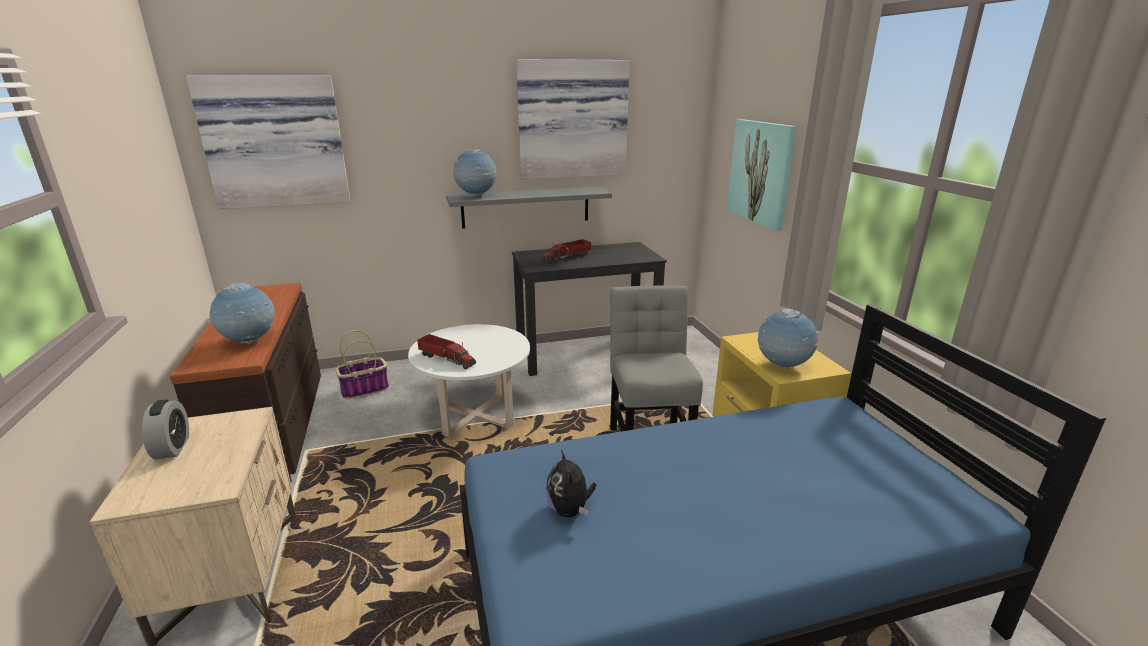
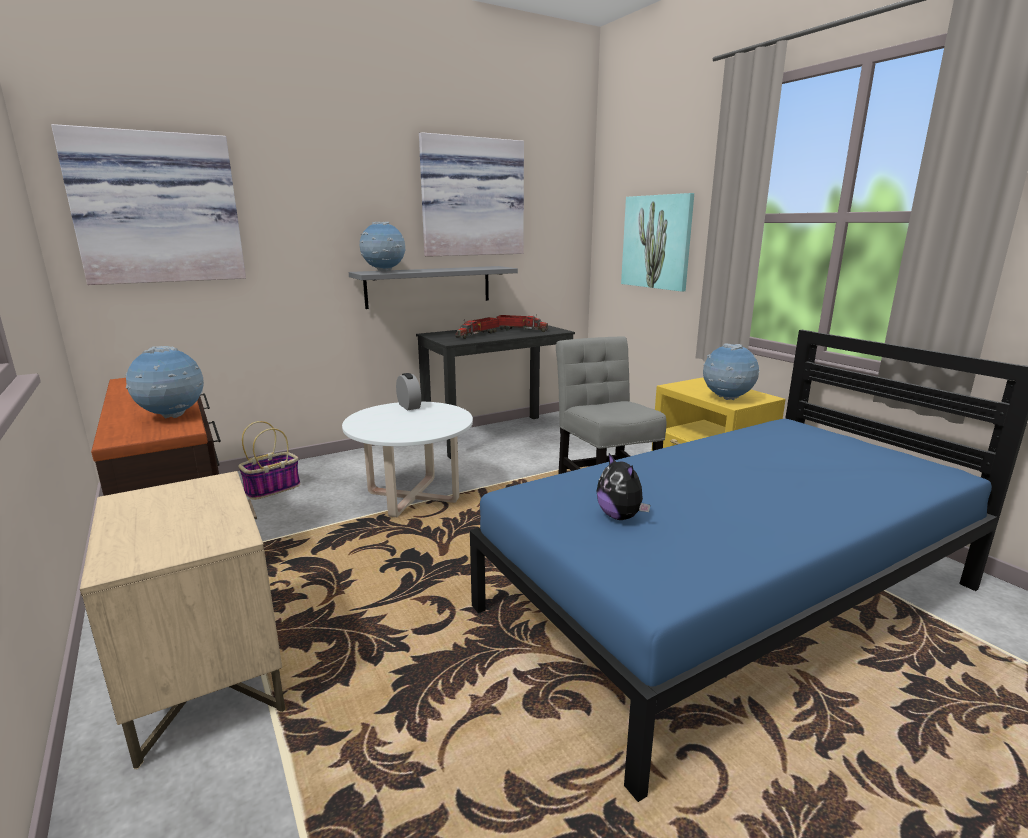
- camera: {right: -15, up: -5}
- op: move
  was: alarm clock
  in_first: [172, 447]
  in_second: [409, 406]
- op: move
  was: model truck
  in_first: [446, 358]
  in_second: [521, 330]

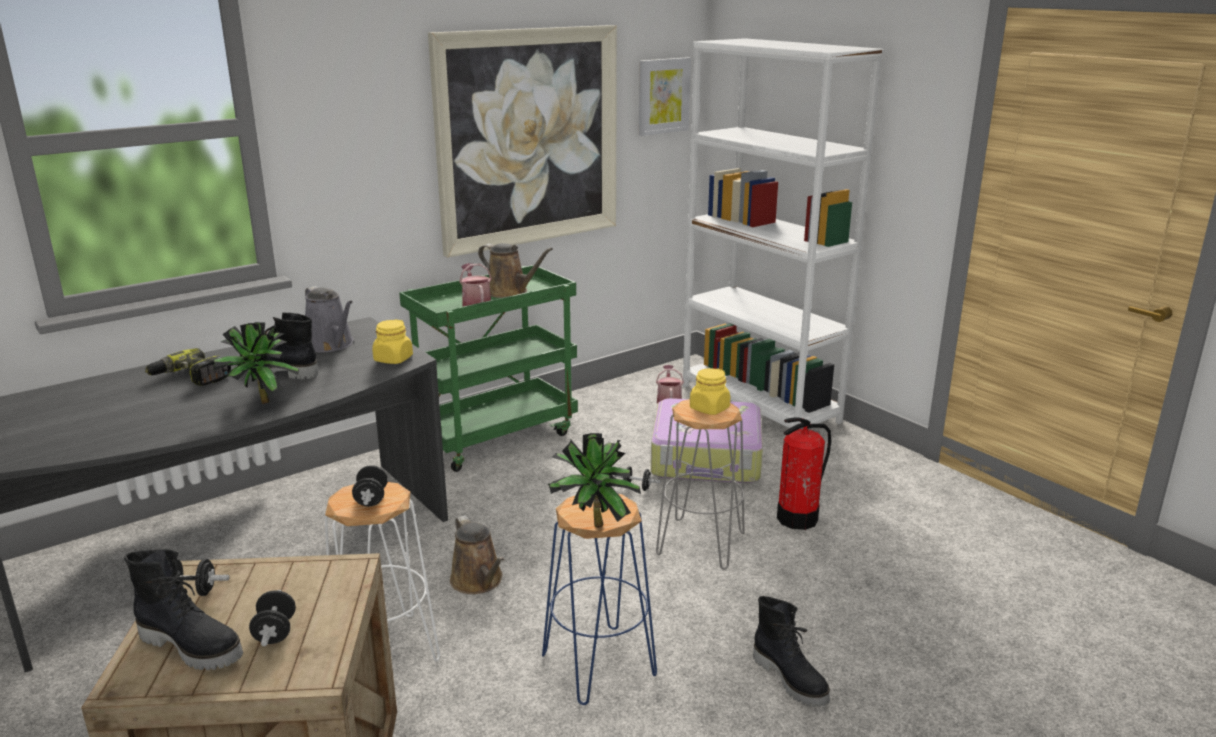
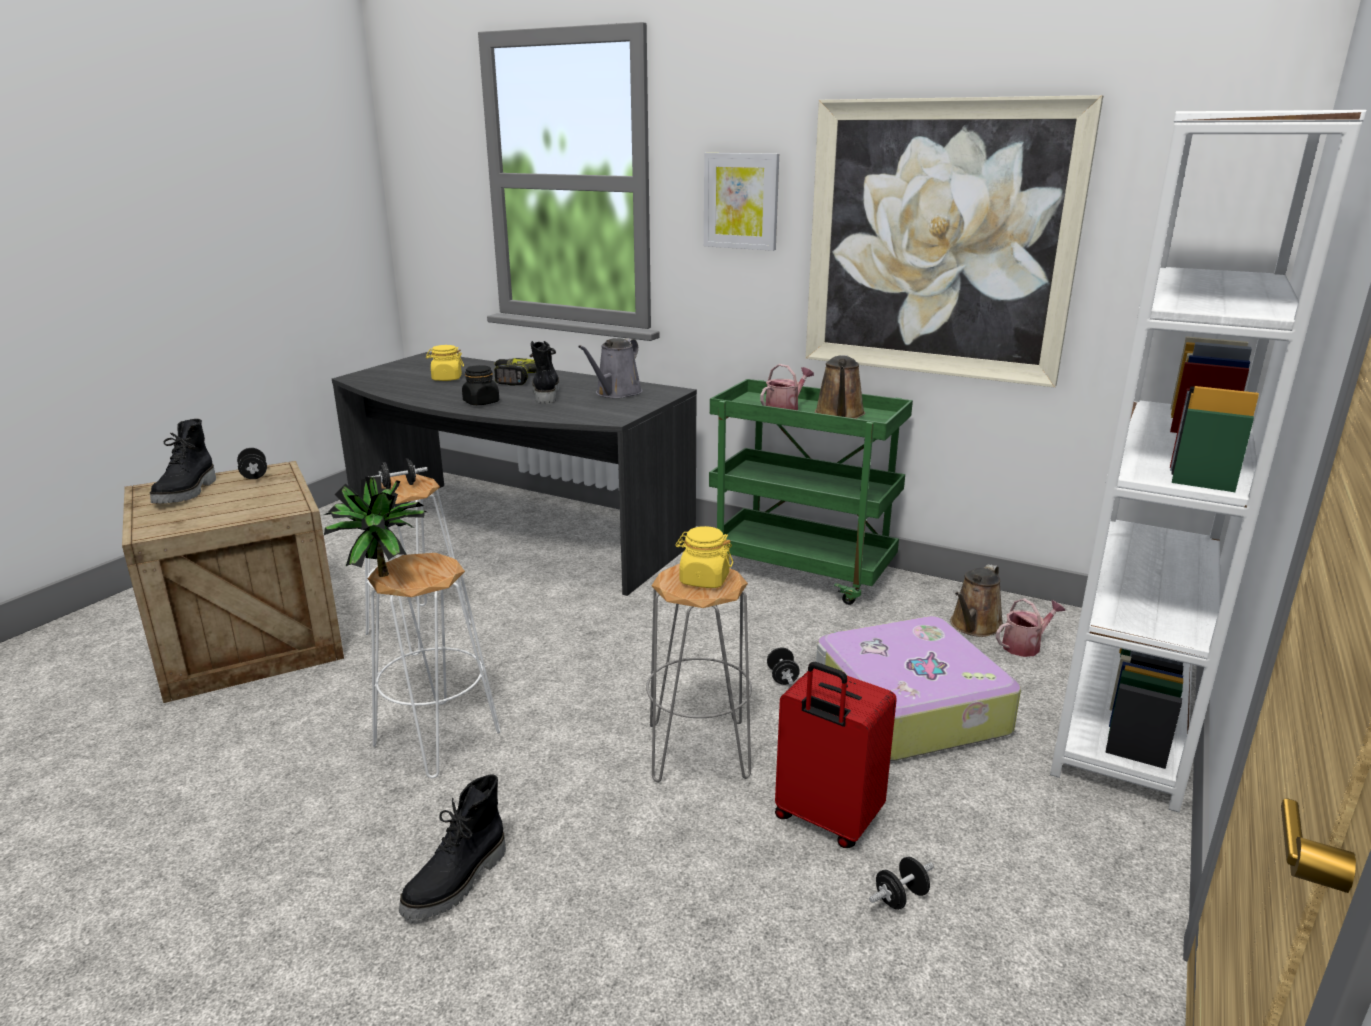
- camera: {right: 65, up: 0}
- op: move
  was: hand weight (black)
  in_first: [275, 632]
  in_second: [900, 897]
- op: move
  was: jar (yellow)
  in_first: [393, 359]
  in_second: [446, 378]
- op: move
  was: sprinkling can (brown-coloured)
  in_first: [479, 581]
  in_second: [974, 626]
- op: move
  was: wall art
  in_first: [663, 96]
  in_second: [741, 201]
- op: replace
  was: plant in a pot
  now: jar (black)
  in_first: [259, 403]
  in_second: [481, 402]
- op: replace
  was: fire-fighting cylinder
  now: piece of luggage (reddish)
  in_first: [798, 518]
  in_second: [826, 820]
- op: recolor
  was: sitting stool (blue-coloured)
  now: sitting stool (white)
  in_first: [599, 664]
  in_second: [438, 739]

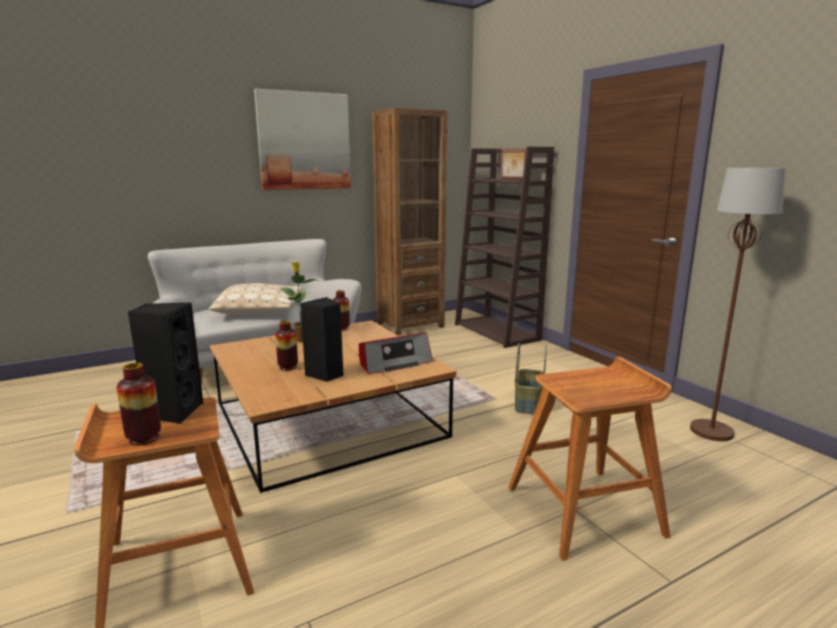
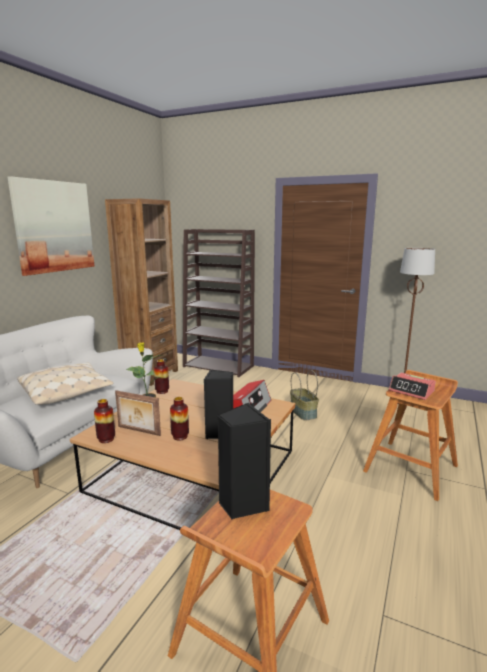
- camera: {right: -35, up: 0}
- op: insert
  now: alarm clock
  in_second: [411, 391]
- op: move
  was: vase
  in_first: [144, 438]
  in_second: [106, 439]
- op: move
  was: photo frame
  in_first: [513, 180]
  in_second: [138, 431]

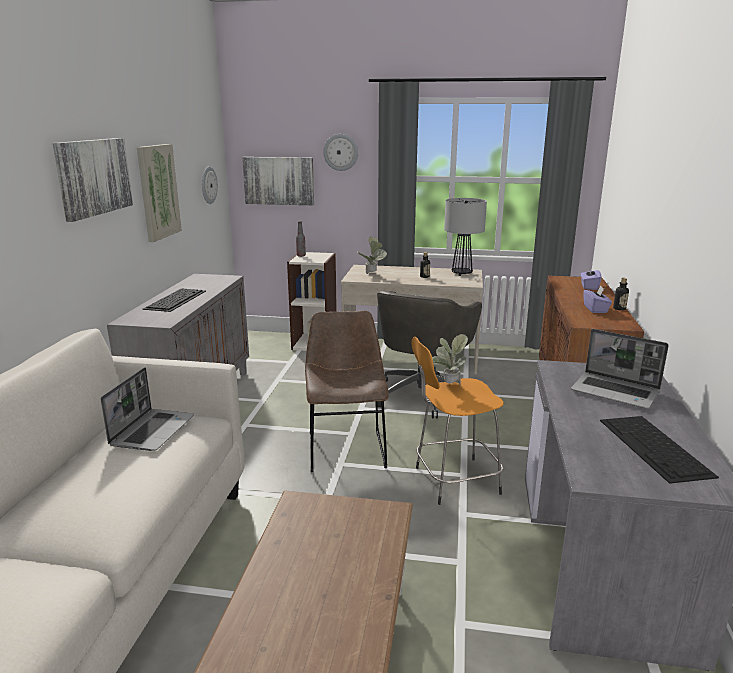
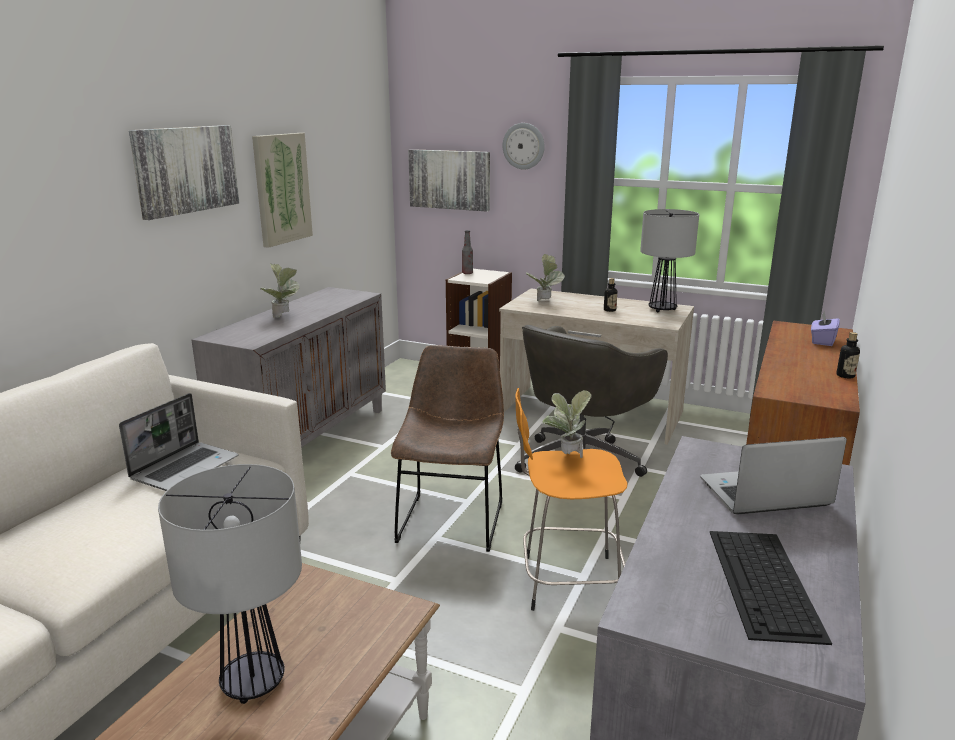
- camera: {right: 15, up: 0}
- op: delete
  was: clock on the wall
  in_first: [208, 185]
- op: delete
  was: tissue box (purple-coloured)
  in_first: [595, 309]
- op: insert
  now: tabletop lamp
  in_second: [254, 682]
- op: replace
  was: keyboard
  now: plant in a pot
  in_first: [175, 299]
  in_second: [284, 316]
- op: rotate
  was: notebook computer
  in_first: [616, 392]
  in_second: [763, 494]
  clockwise: 120

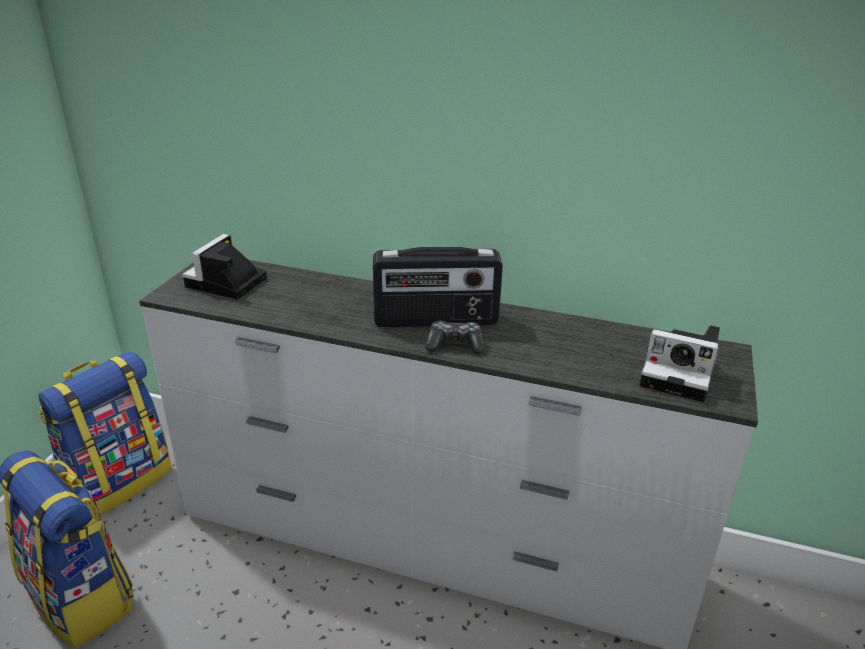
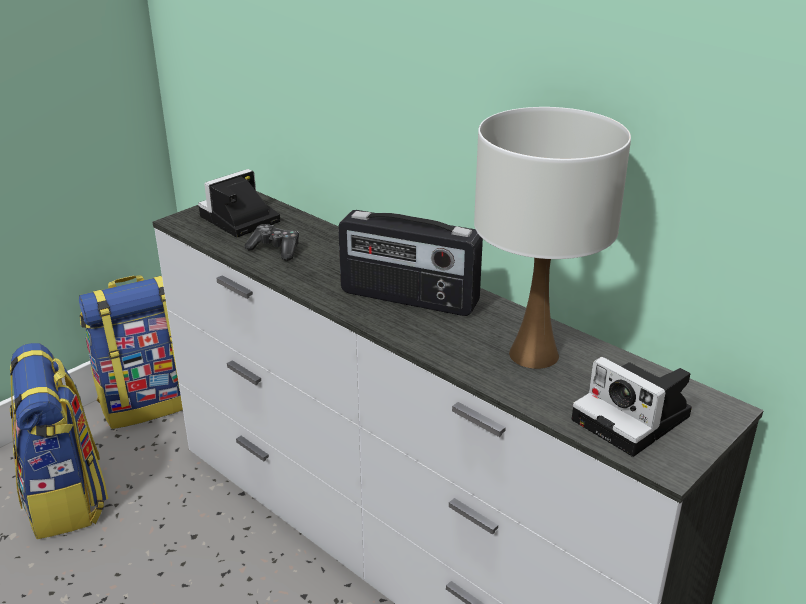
- camera: {right: 25, up: 0}
- op: insert
  now: tabletop lamp (white)
  in_second: [533, 355]
- op: move
  was: gamepad
  in_first: [455, 345]
  in_second: [275, 249]

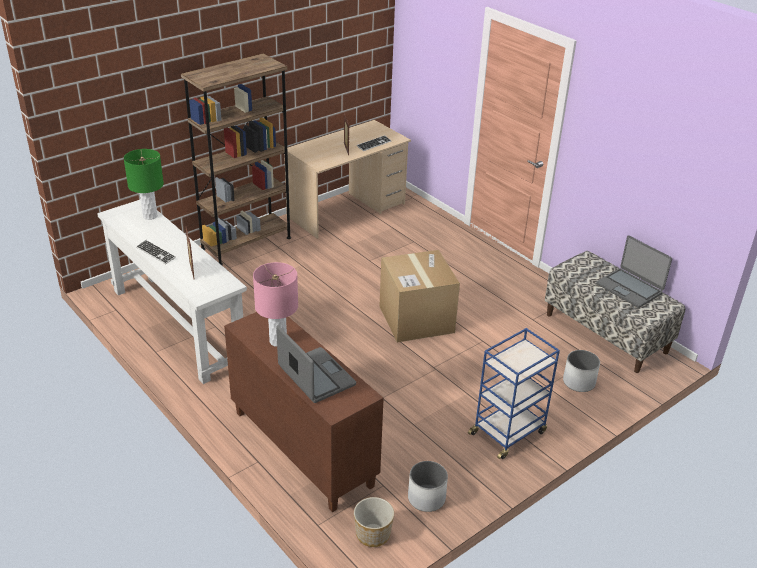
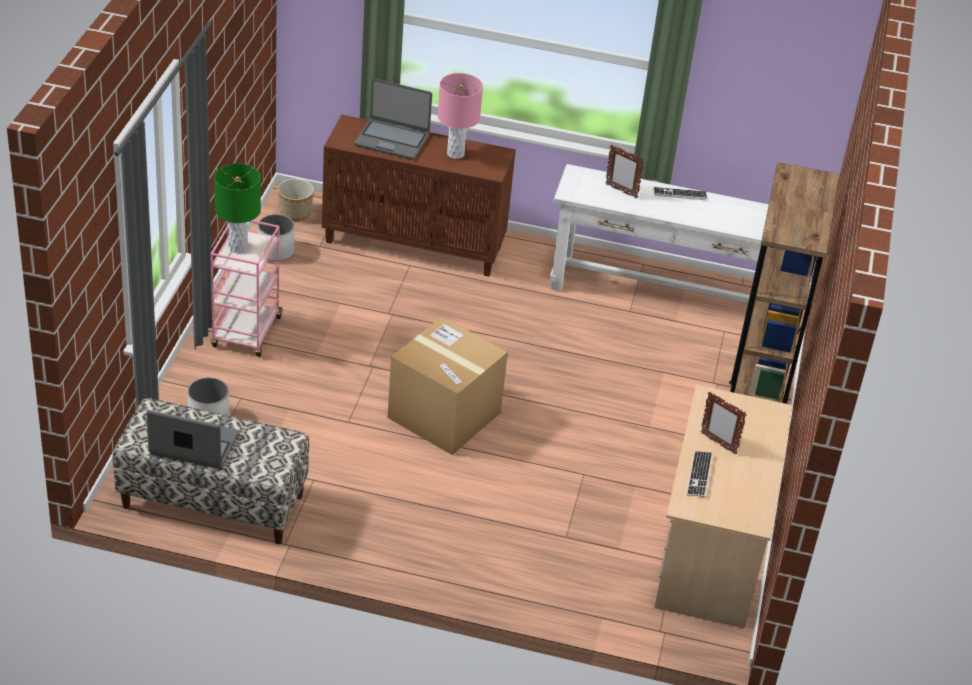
- camera: {right: 140, up: 5}
- op: move
  was: tabletop lamp (greenish)
  in_first: [150, 216]
  in_second: [238, 247]
- op: recolor
  was: cart (blue-coloured)
  now: cart (pink-coloured)
  in_first: [508, 432]
  in_second: [246, 333]

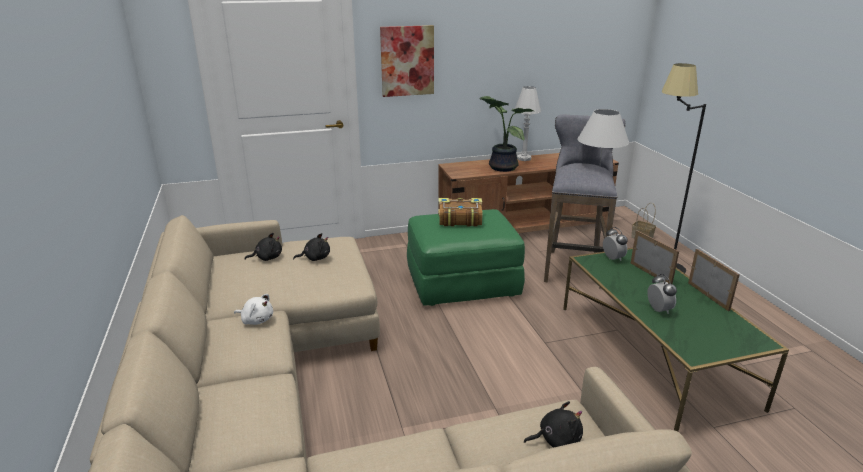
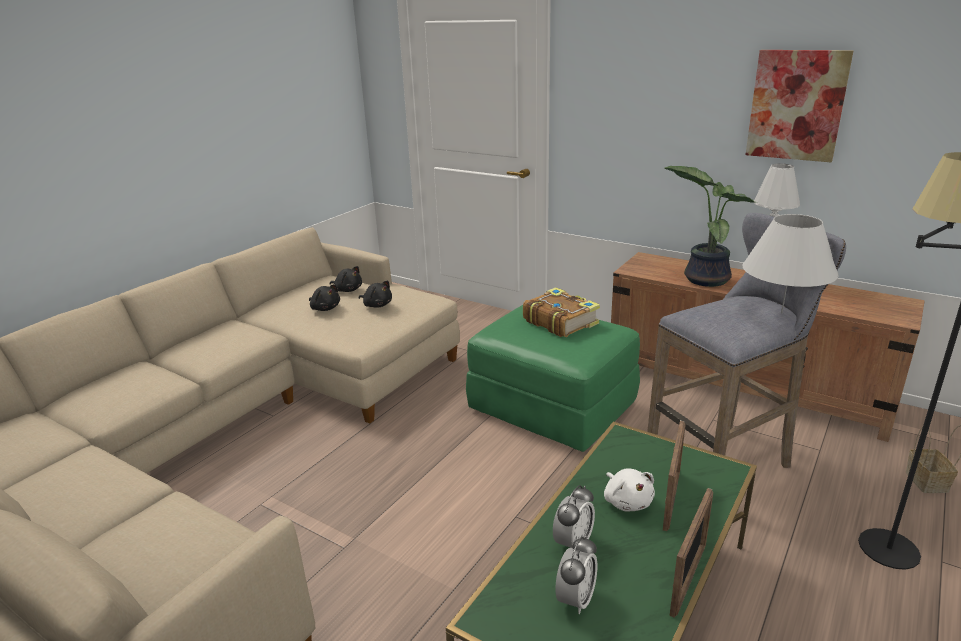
- camera: {right: 50, up: 0}
- op: move
  was: soft toy (white)
  in_first: [256, 320]
  in_second: [627, 501]
- op: move
  was: wall art
  in_first: [407, 61]
  in_second: [796, 105]
- op: move
  was: soft toy (black)
  in_first: [556, 440]
  in_second: [325, 308]
- op: move
  was: alarm clock
  in_first: [613, 258]
  in_second: [576, 599]

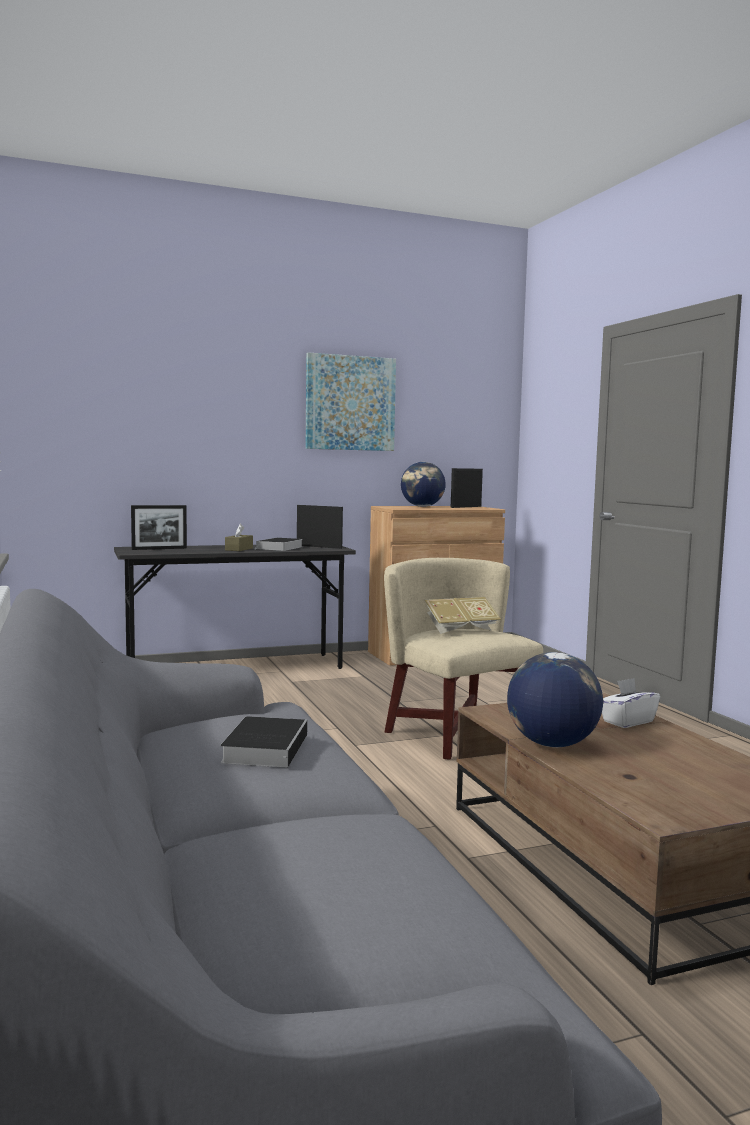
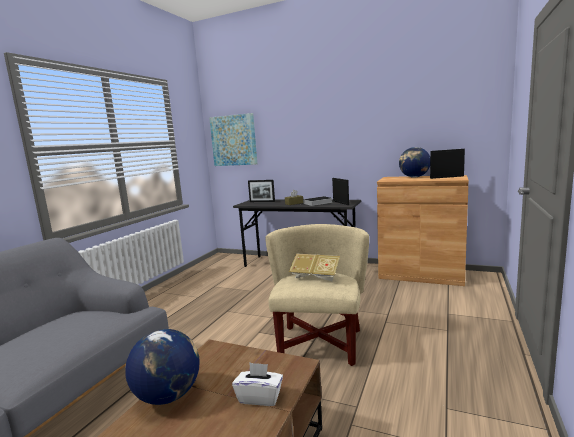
- camera: {right: 45, up: 5}
- op: delete
  was: volume
  in_first: [265, 747]
- op: move
  was: wall art
  in_first: [350, 403]
  in_second: [234, 140]

